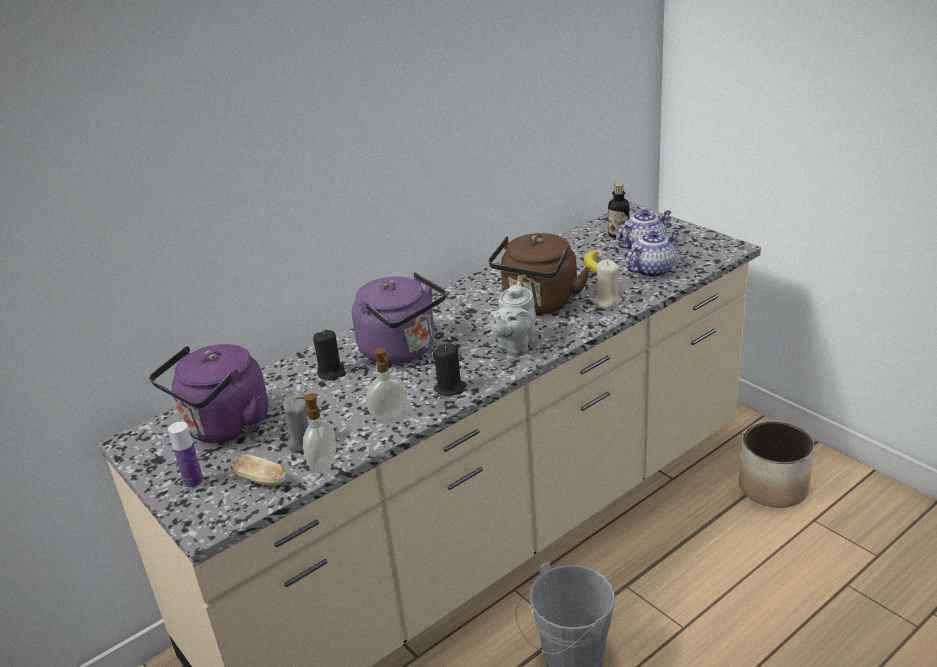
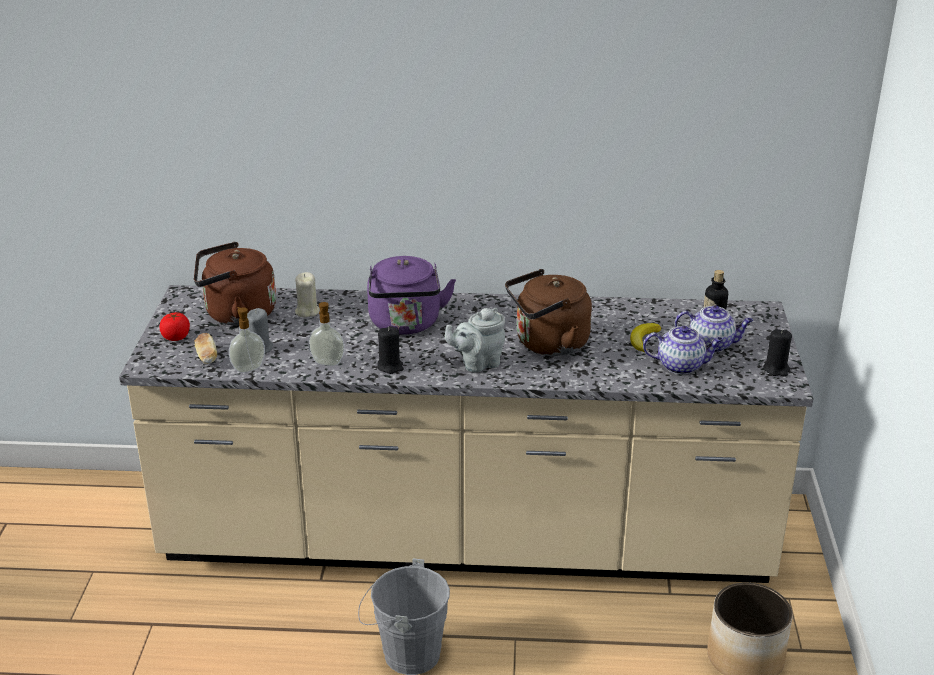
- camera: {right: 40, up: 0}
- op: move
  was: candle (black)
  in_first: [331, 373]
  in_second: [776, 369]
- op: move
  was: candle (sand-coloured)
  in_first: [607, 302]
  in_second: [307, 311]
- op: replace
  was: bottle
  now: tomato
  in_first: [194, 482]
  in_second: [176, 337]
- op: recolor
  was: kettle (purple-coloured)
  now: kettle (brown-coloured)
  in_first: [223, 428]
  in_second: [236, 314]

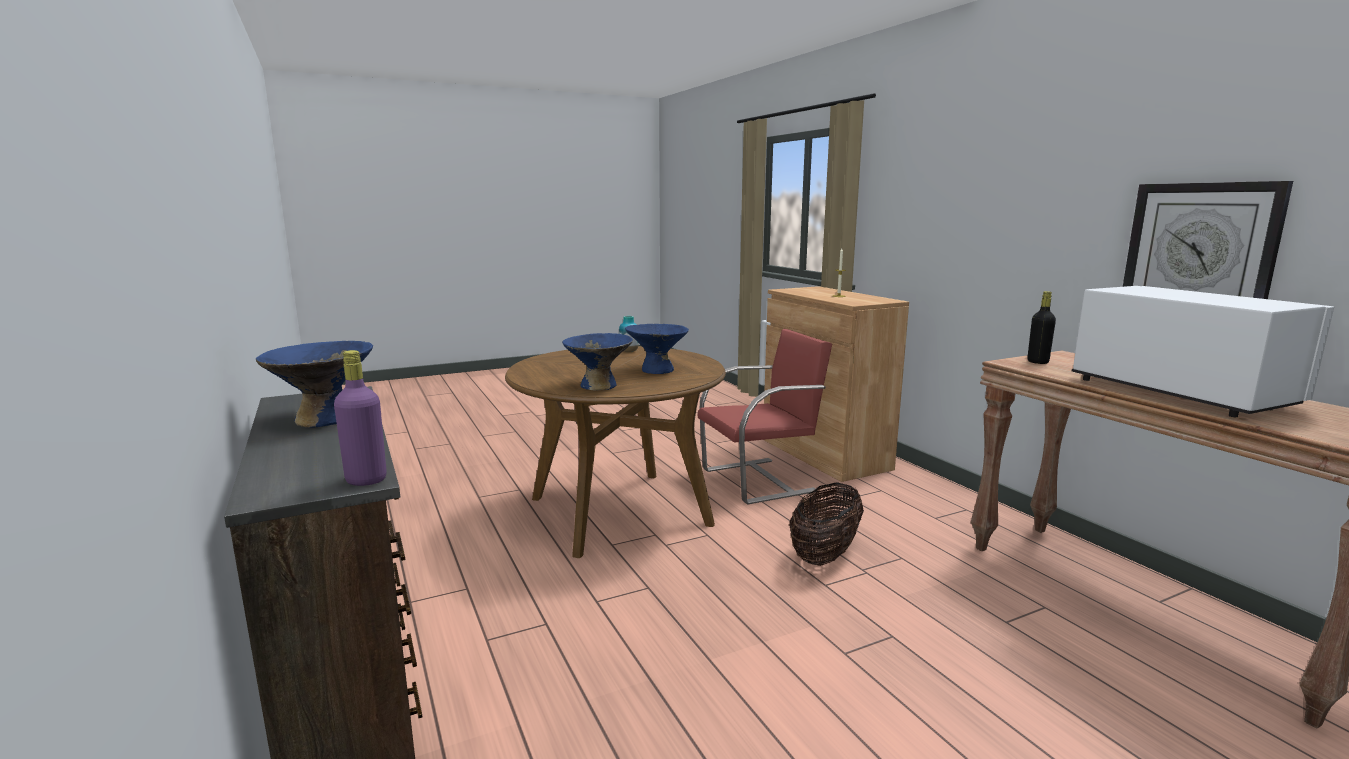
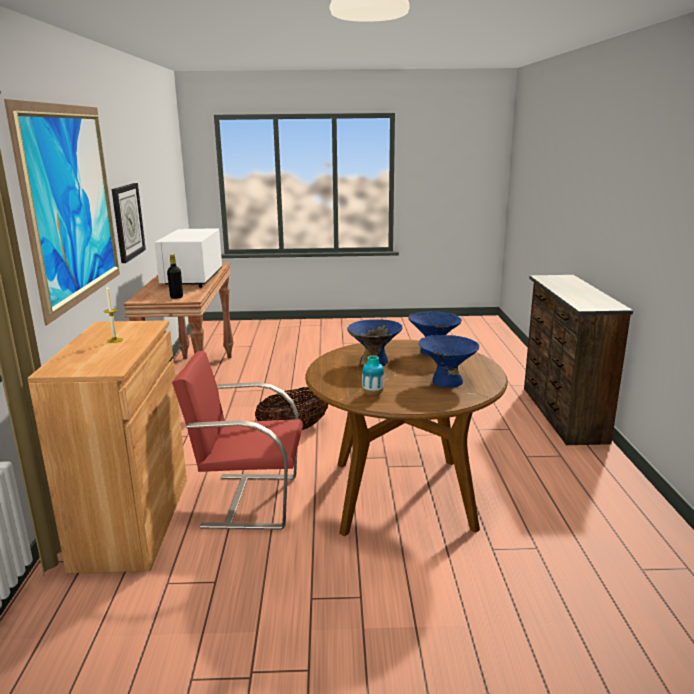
- camera: {right: -155, up: 5}
- op: delete
  was: bottle (purple-coloured)
  in_first: [366, 480]
- op: insert
  now: wall art
  in_second: [73, 204]
- op: move
  was: serving bowl (blue-coloured)
  in_first: [325, 418]
  in_second: [447, 381]

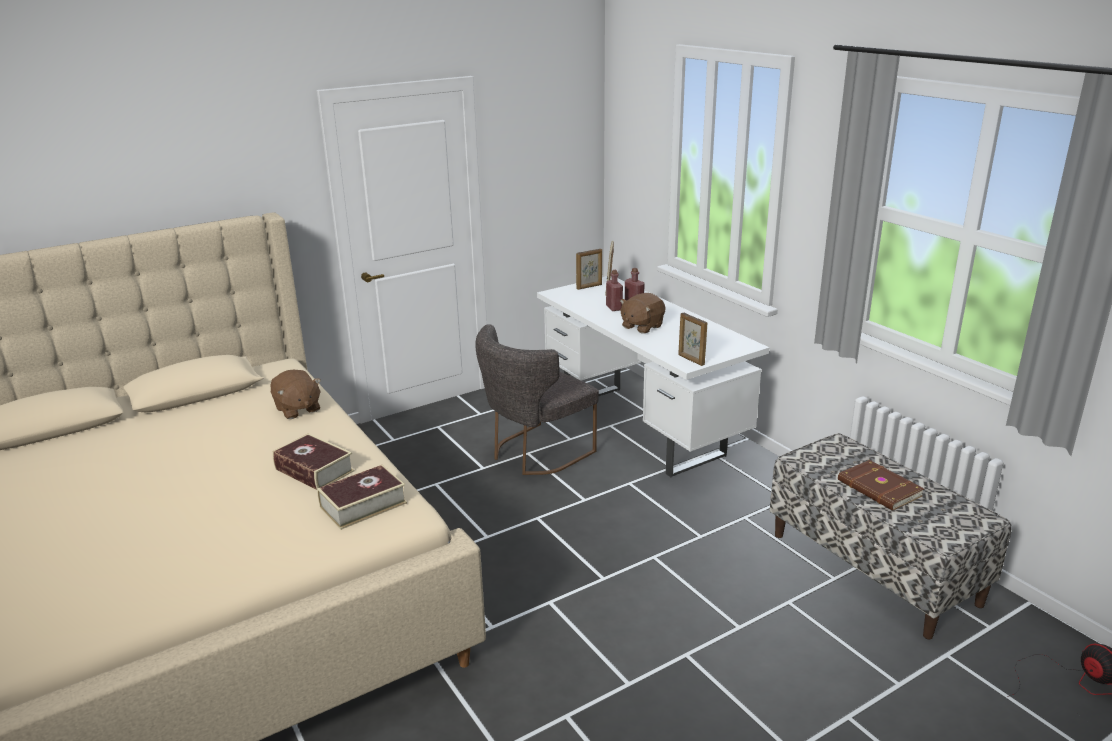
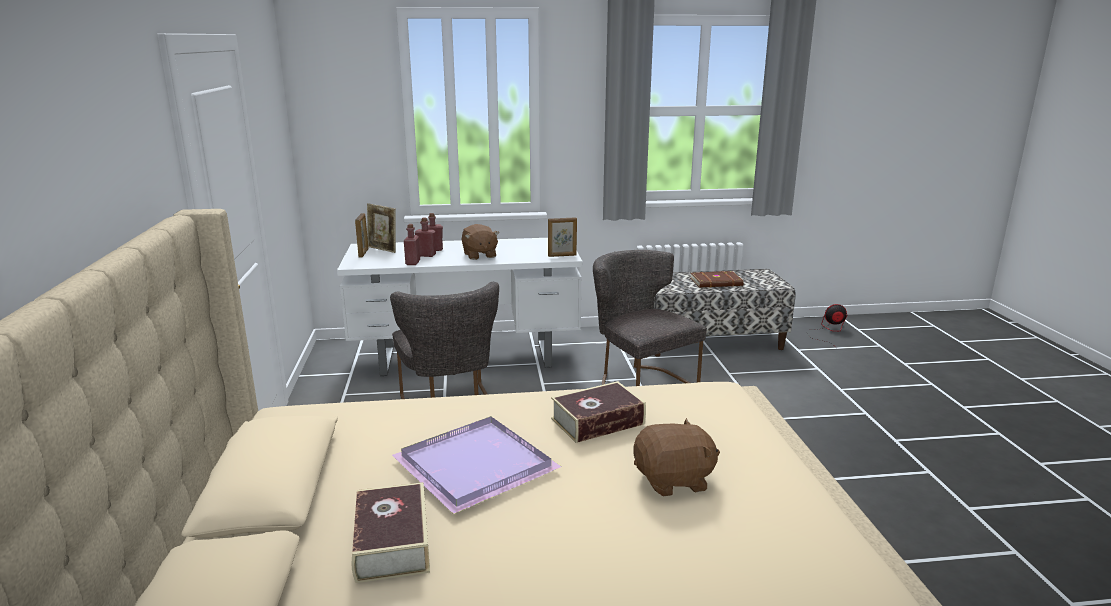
- camera: {right: -65, up: -5}
- op: insert
  now: tray (purple-coloured)
  in_second: [475, 468]
- op: insert
  now: bottle (reddish)
  in_second: [413, 262]
- op: insert
  now: plain chair (gray)
  in_second: [640, 383]
- op: move
  was: soft toy (brown-coloured)
  in_first: [297, 409]
  in_second: [673, 480]
- op: move
  was: volume
  in_first: [363, 505]
  in_second: [392, 542]

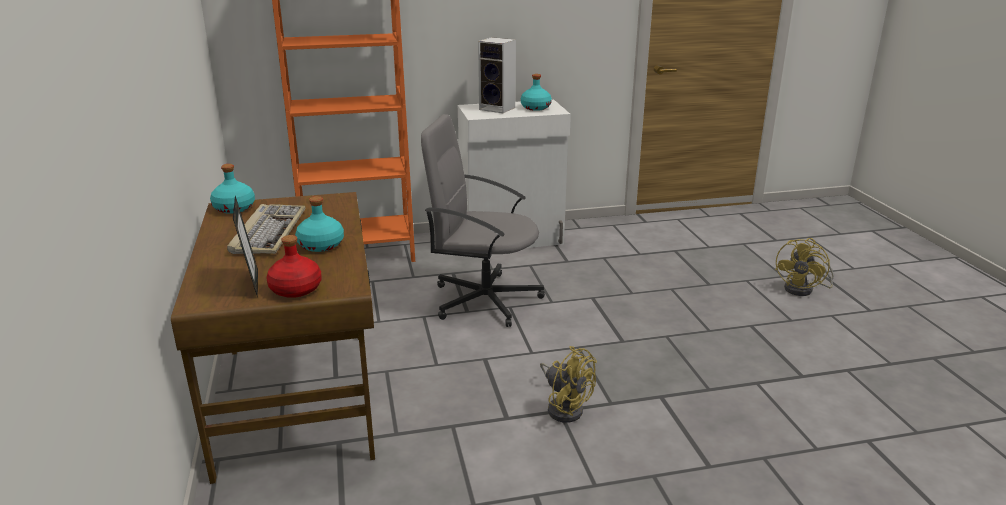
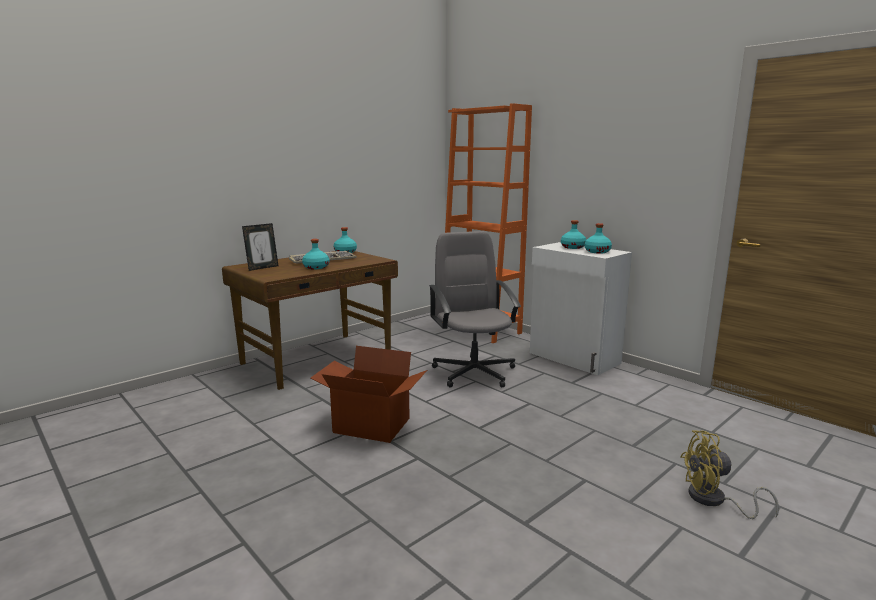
- camera: {right: 60, up: -10}
- op: delete
  was: bottle (reddish)
  in_first: [296, 289]
- op: replace
  was: audio speaker
  now: bottle (turquoise)
  in_first: [498, 108]
  in_second: [573, 247]
- op: replace
  was: fan (yellow)
  now: packing box
  in_first: [564, 407]
  in_second: [371, 426]

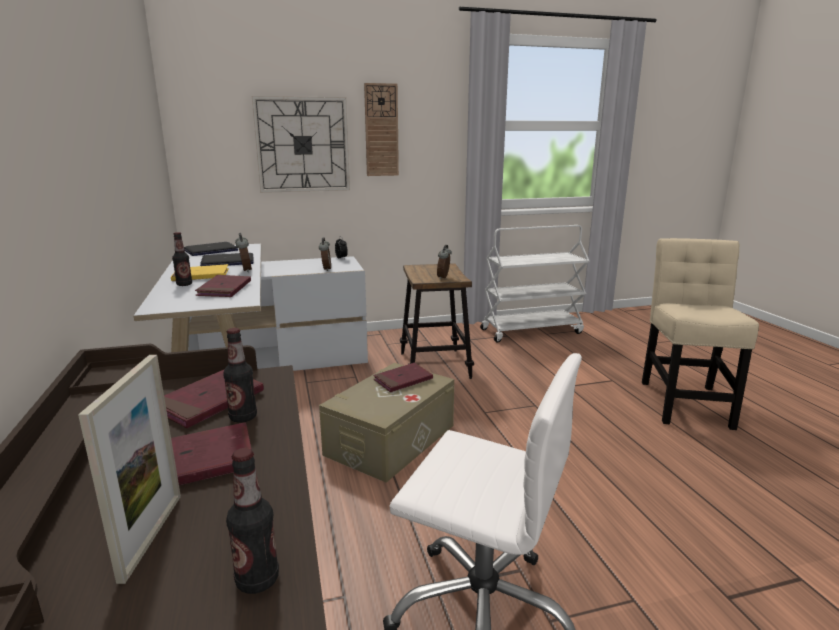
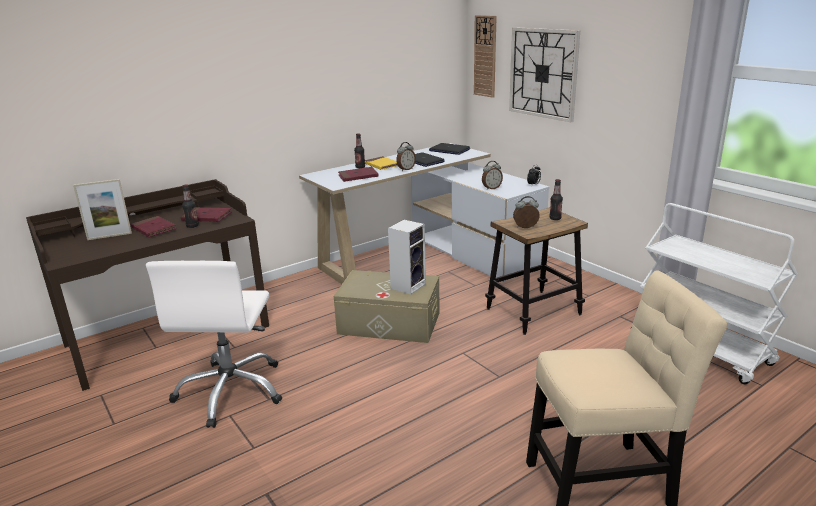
- camera: {right: 70, up: 5}
- op: move
  was: bottle
  in_first: [257, 580]
  in_second: [555, 218]
- op: move
  was: clock on the wall
  in_first: [381, 130]
  in_second: [485, 56]
- op: replace
  was: volume (reddish)
  now: audio speaker
  in_first: [403, 380]
  in_second: [408, 285]

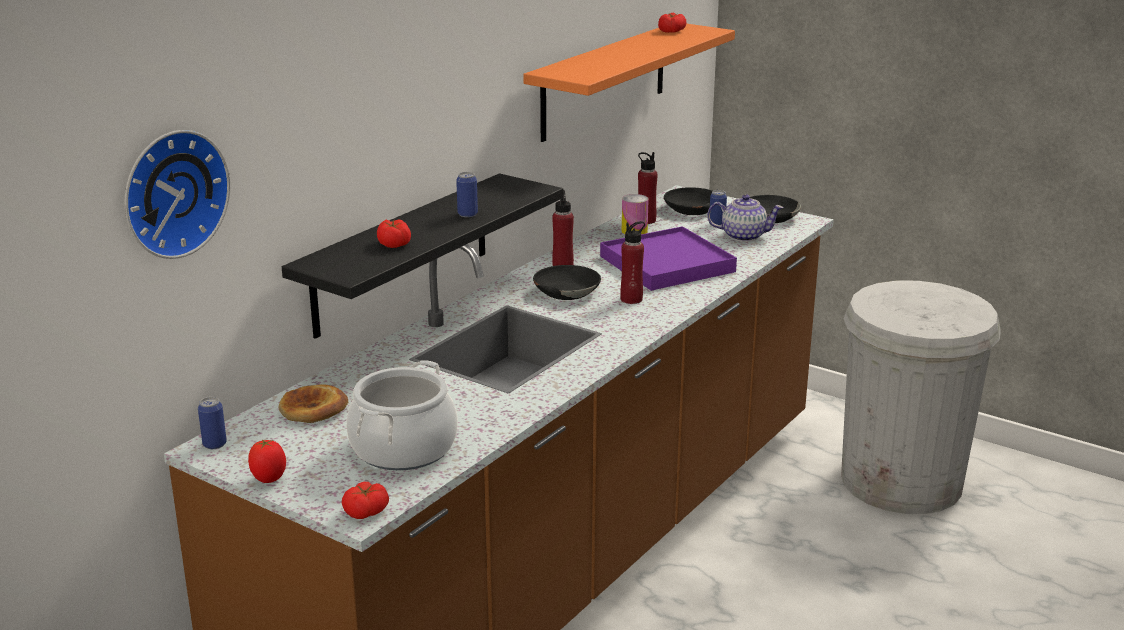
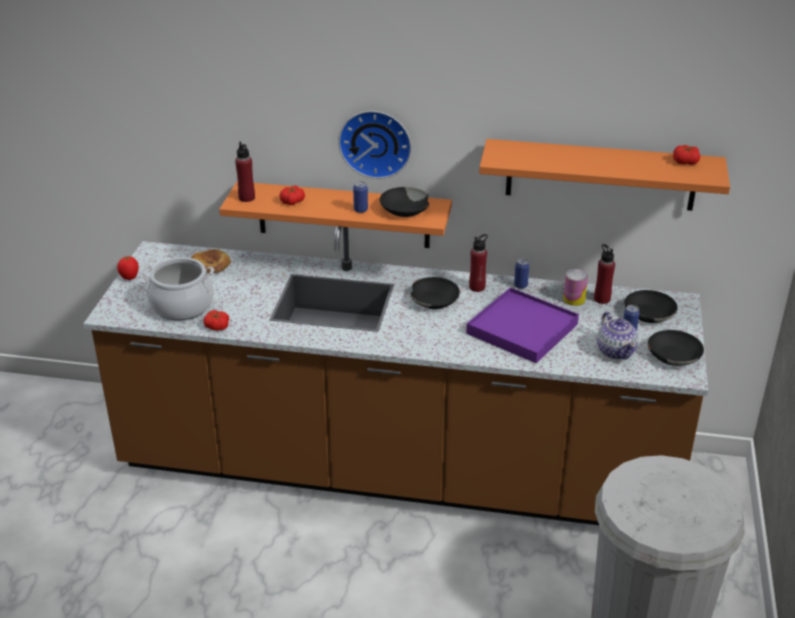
- camera: {right: 65, up: 10}
- op: insert
  now: serving bowl (black)
  in_second: [404, 210]
- op: move
  was: clock on the wall
  in_first: [171, 192]
  in_second: [376, 142]
- op: move
  was: can
  in_first: [214, 444]
  in_second: [520, 285]
- op: move
  was: tomato
  in_first: [366, 511]
  in_second: [217, 326]
- op: move
  was: bottle (reddish)
  in_first: [631, 299]
  in_second: [246, 198]
- op: recolor
  was: wall shelf (black)
  now: wall shelf (orange-coloured)
  in_first: [402, 254]
  in_second: [343, 215]

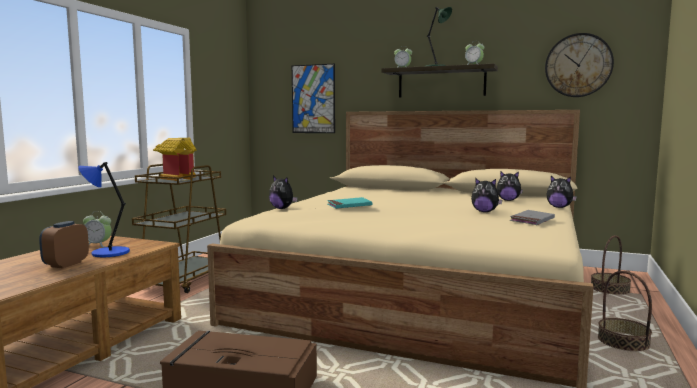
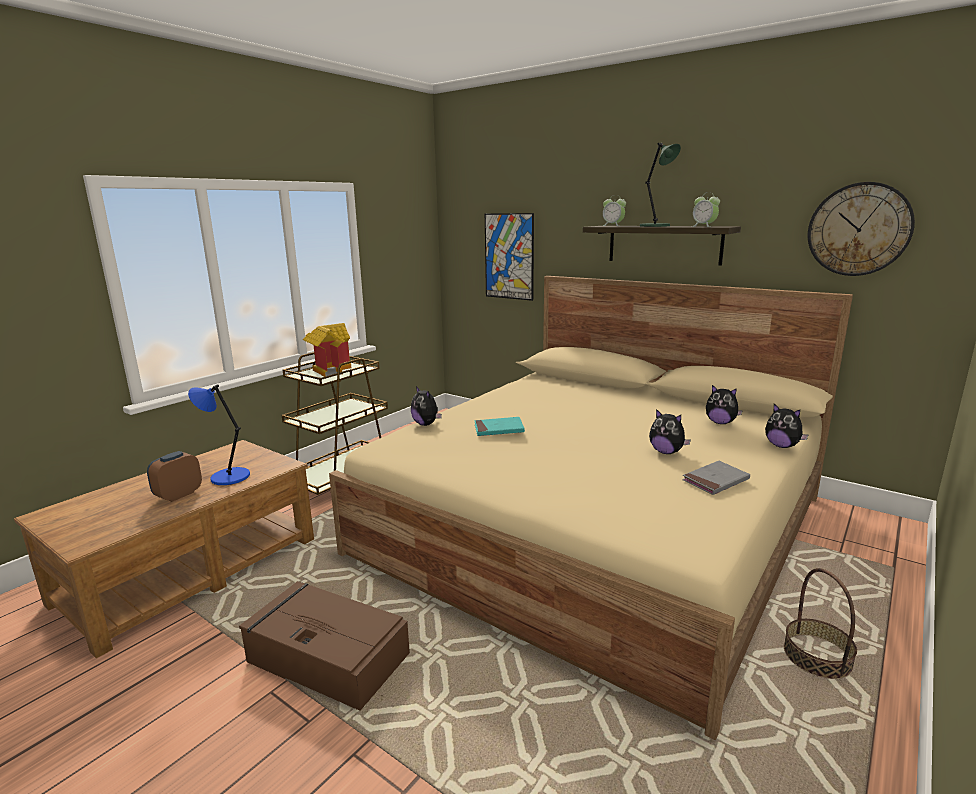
- camera: {right: 15, up: 10}
- op: delete
  was: alarm clock
  in_first: [98, 245]
- op: delete
  was: storage basket
  in_first: [609, 289]

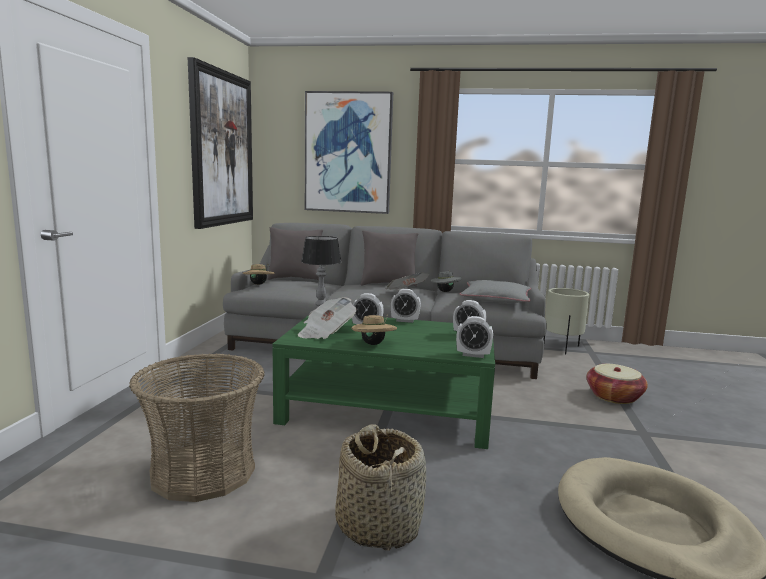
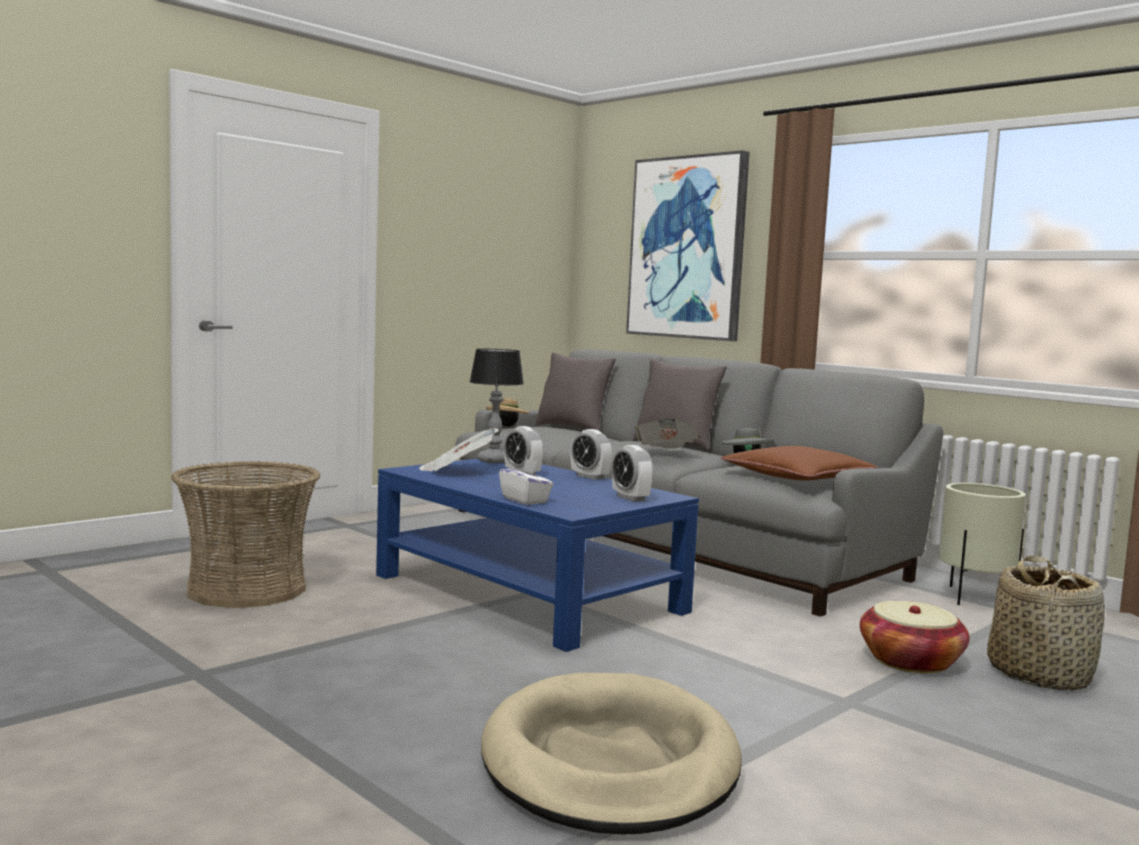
- camera: {right: 35, up: -5}
- op: delete
  was: wall art
  in_first: [221, 149]
- op: delete
  was: wearable hat (sand-coloured)
  in_first: [373, 344]
- op: delete
  was: alarm clock
  in_first: [473, 355]
- op: insert
  now: tissue box (white)
  in_second: [525, 500]
- op: move
  was: storage basket
  in_first: [379, 525]
  in_second: [1040, 675]
- op: recolor
  was: low table (greenish)
  now: low table (blue-coloured)
  in_first: [389, 408]
  in_second: [529, 593]
- op: recolor
  was: pillow (gray)
  now: pillow (brown-coloured)
  in_first: [495, 299]
  in_second: [797, 476]

